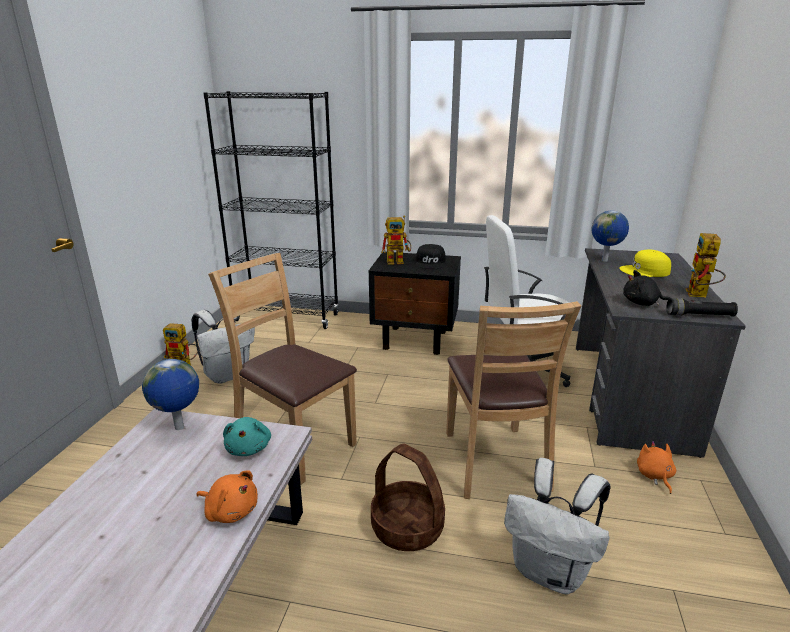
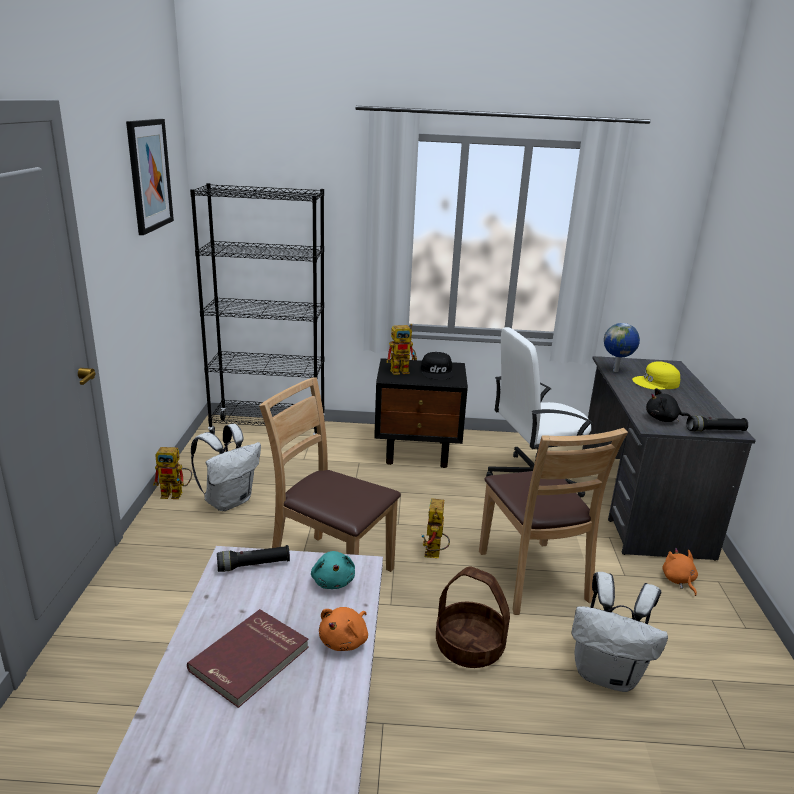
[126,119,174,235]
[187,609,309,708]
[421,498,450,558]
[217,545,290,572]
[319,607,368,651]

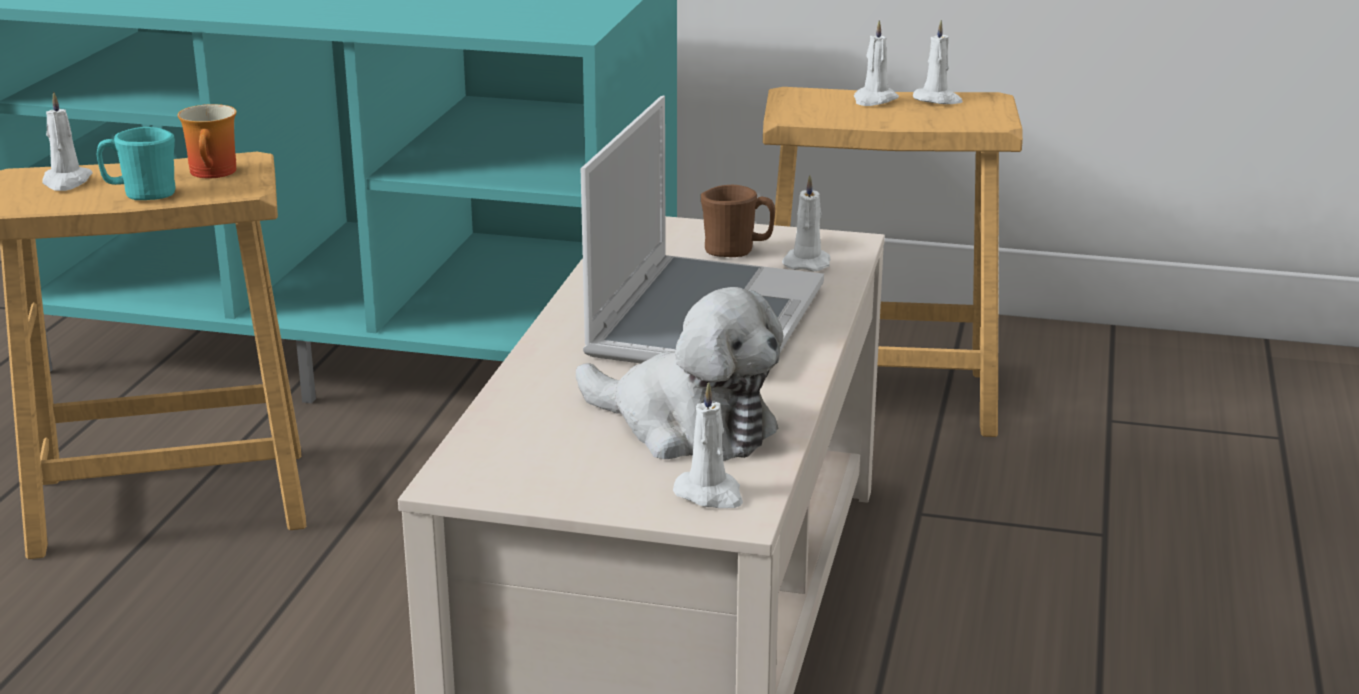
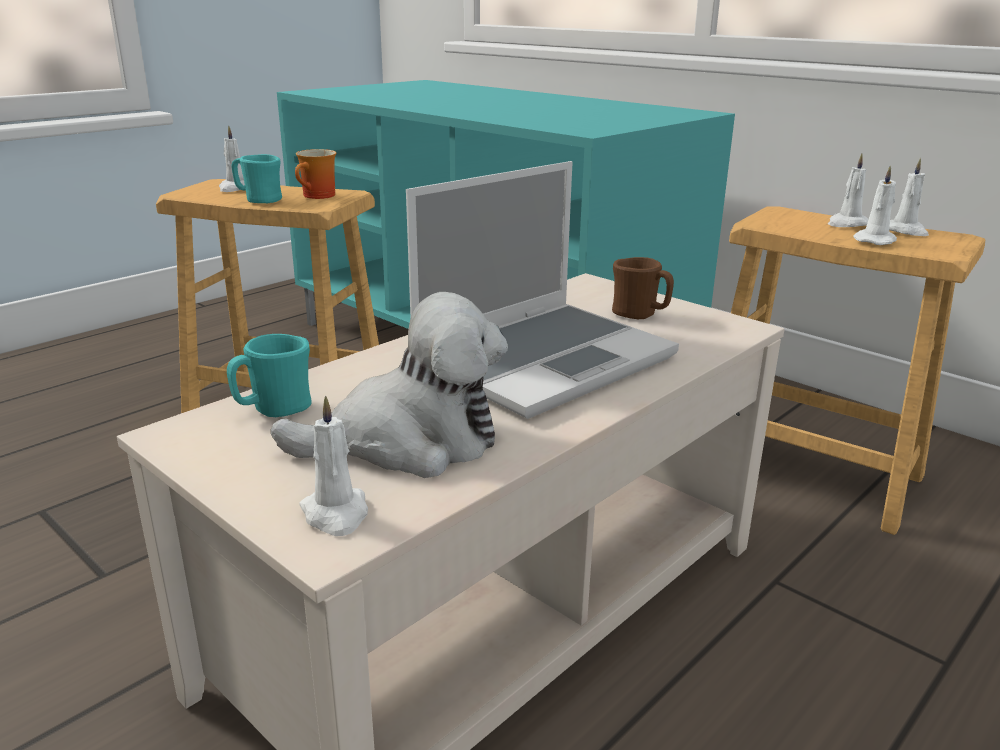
[227,334,312,417]
[854,165,897,245]
[270,292,508,478]

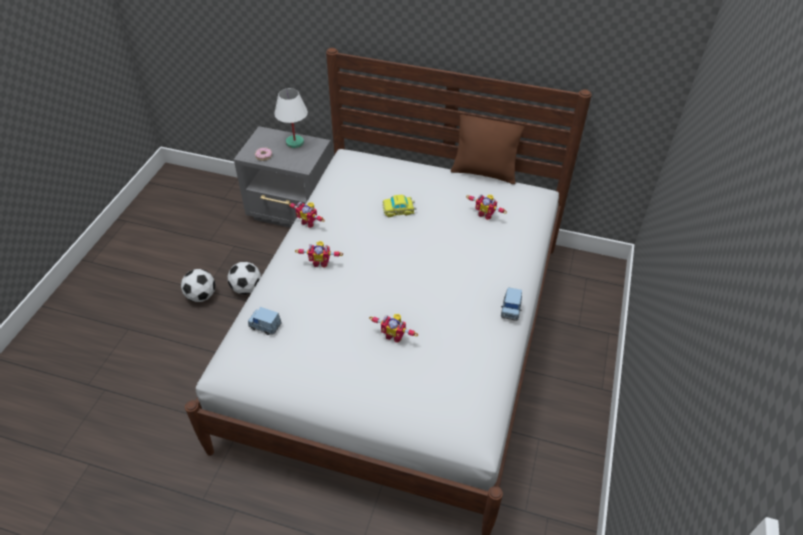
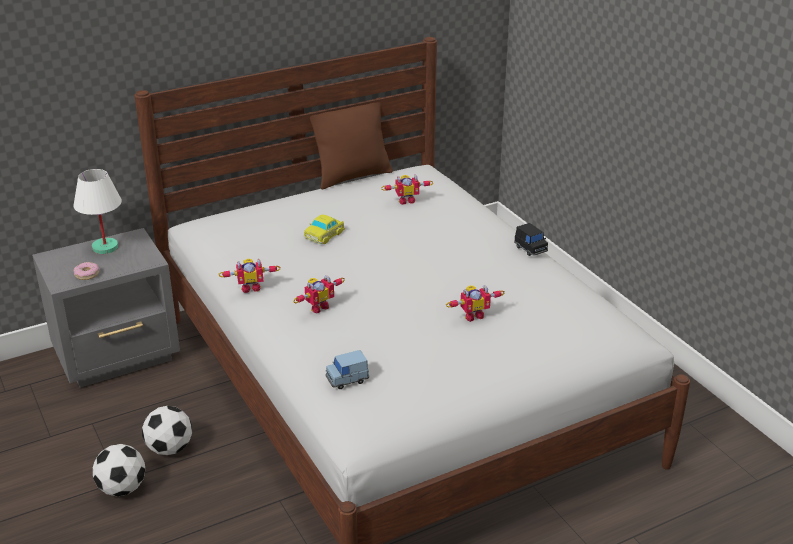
[514,223,548,256]

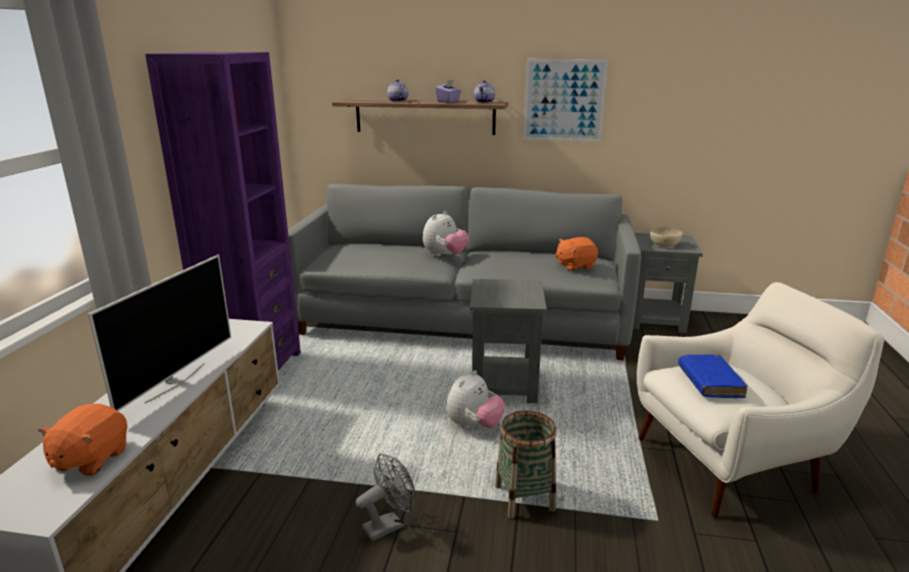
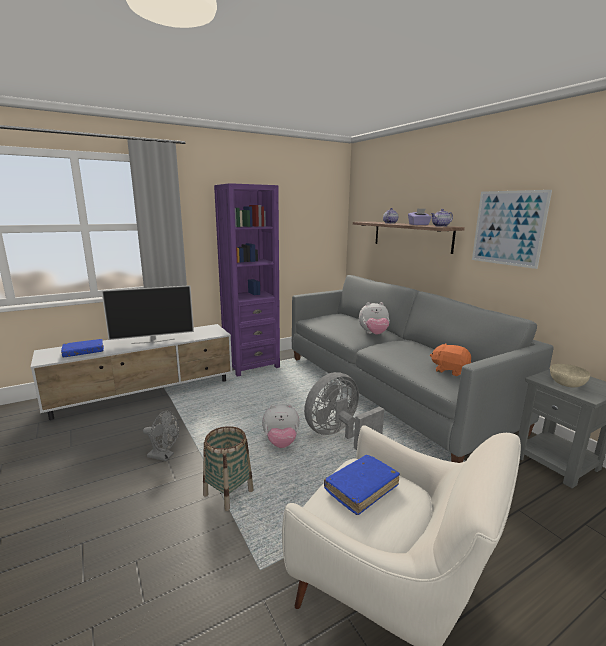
[61,339,104,357]
[304,372,384,450]

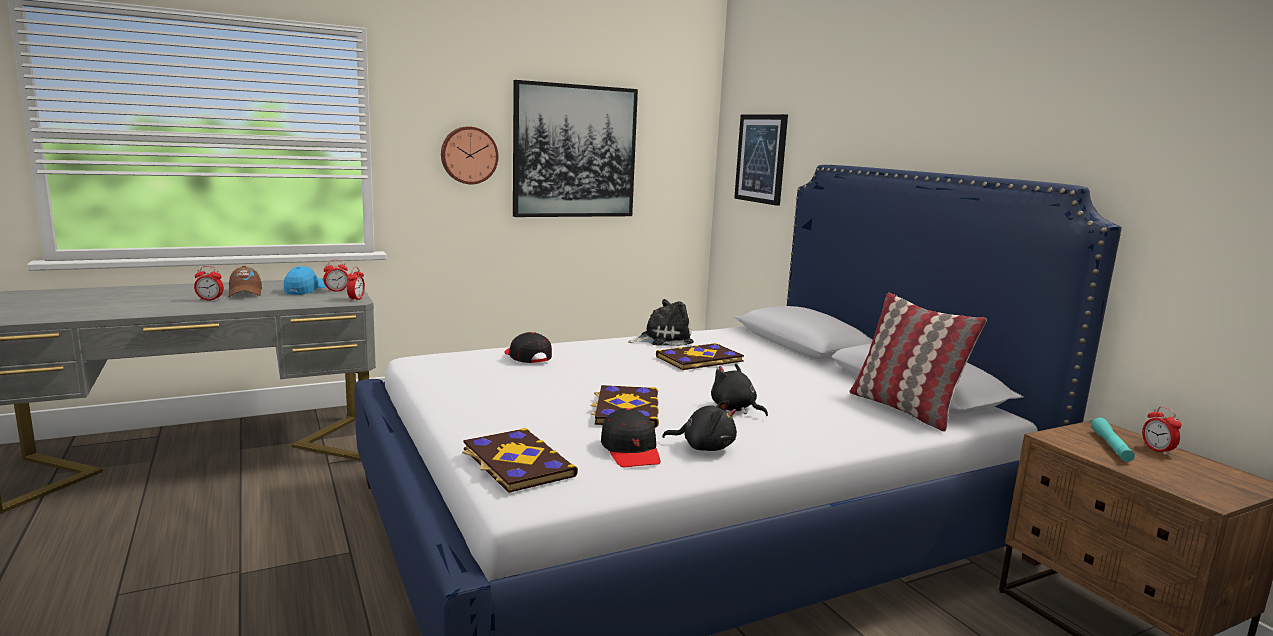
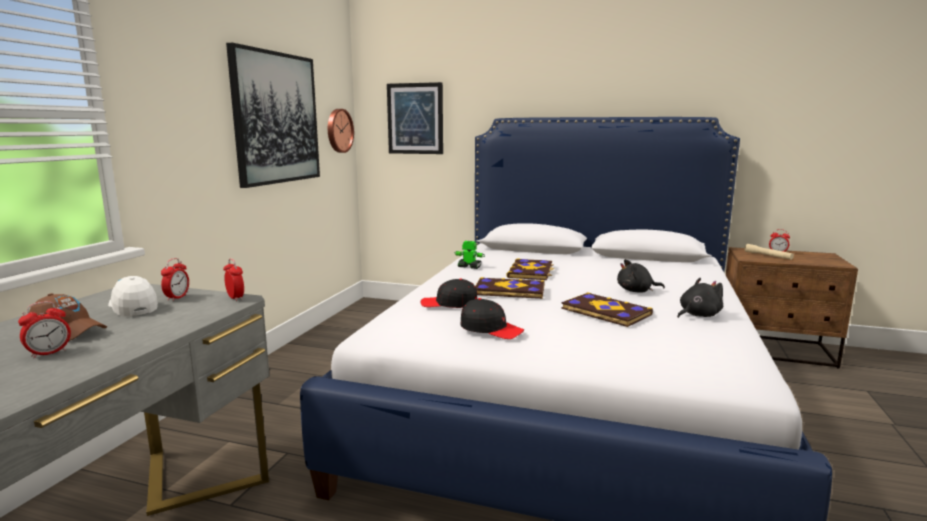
[849,293,987,432] (first image)
[328,109,354,153]
[475,277,545,299]
[460,298,524,339]
[454,241,485,269]
[108,276,158,317]
[745,244,794,260]

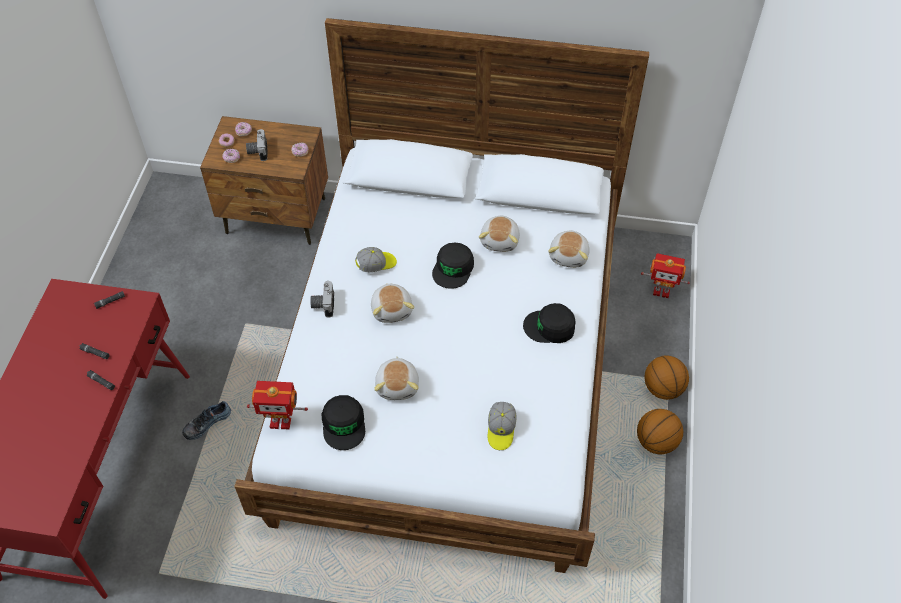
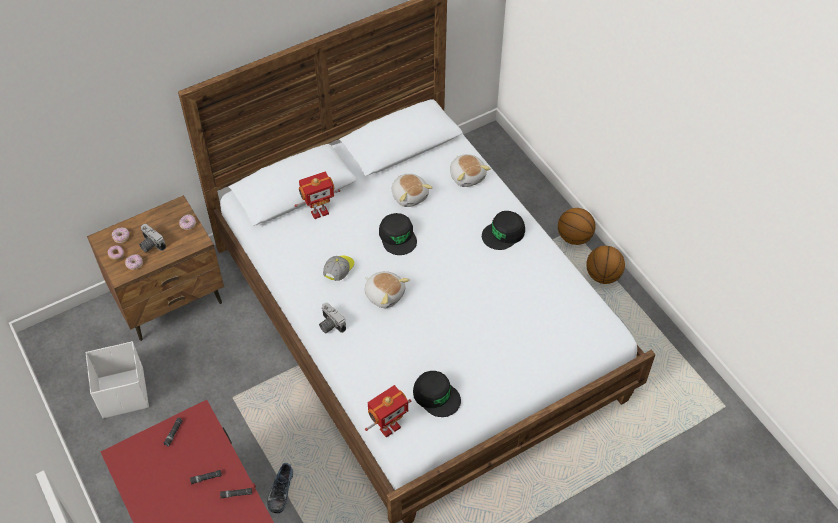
[374,356,419,400] (first image)
[488,402,516,450] (first image)
[86,341,149,418]
[294,171,341,219]

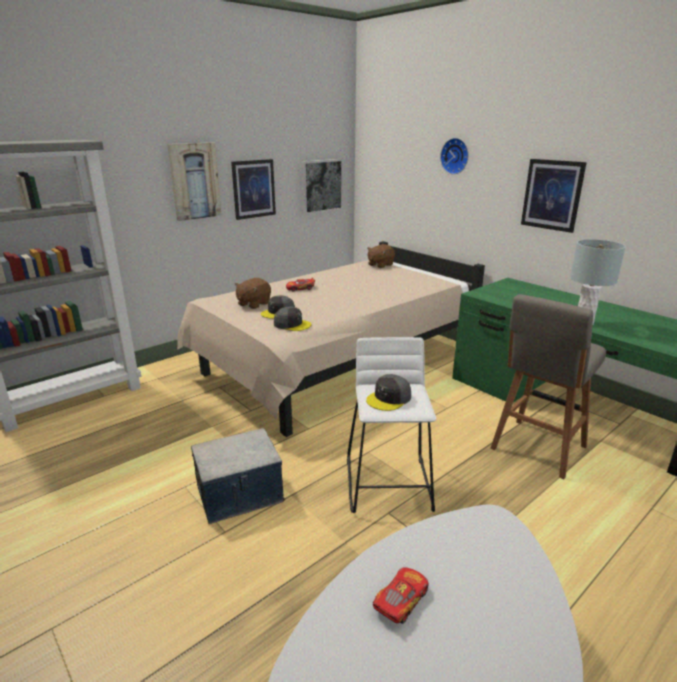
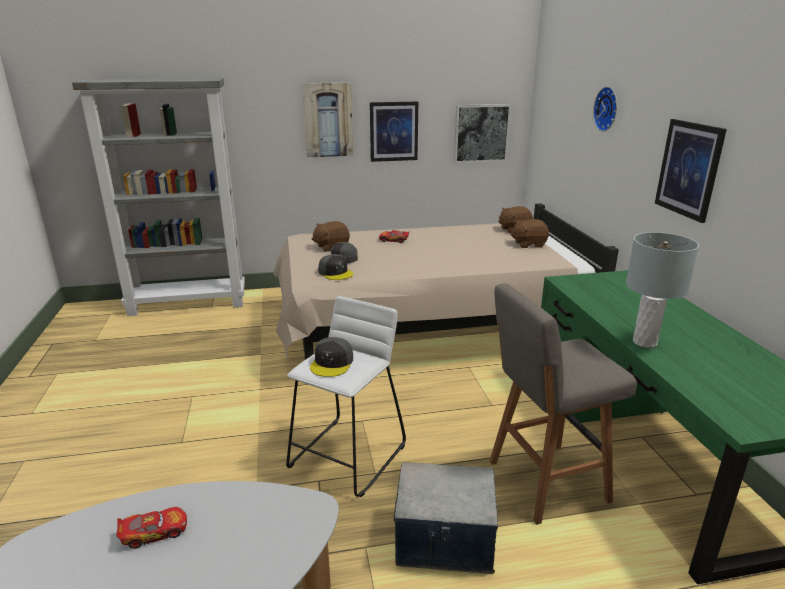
[510,219,549,248]
[394,462,498,574]
[310,337,353,377]

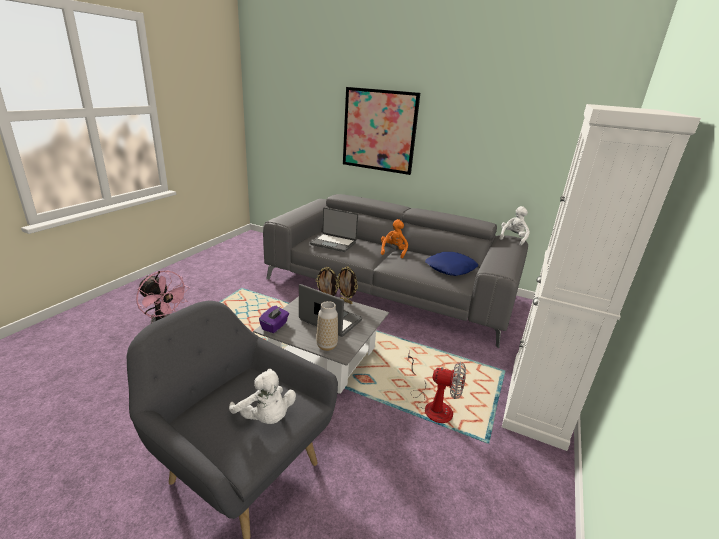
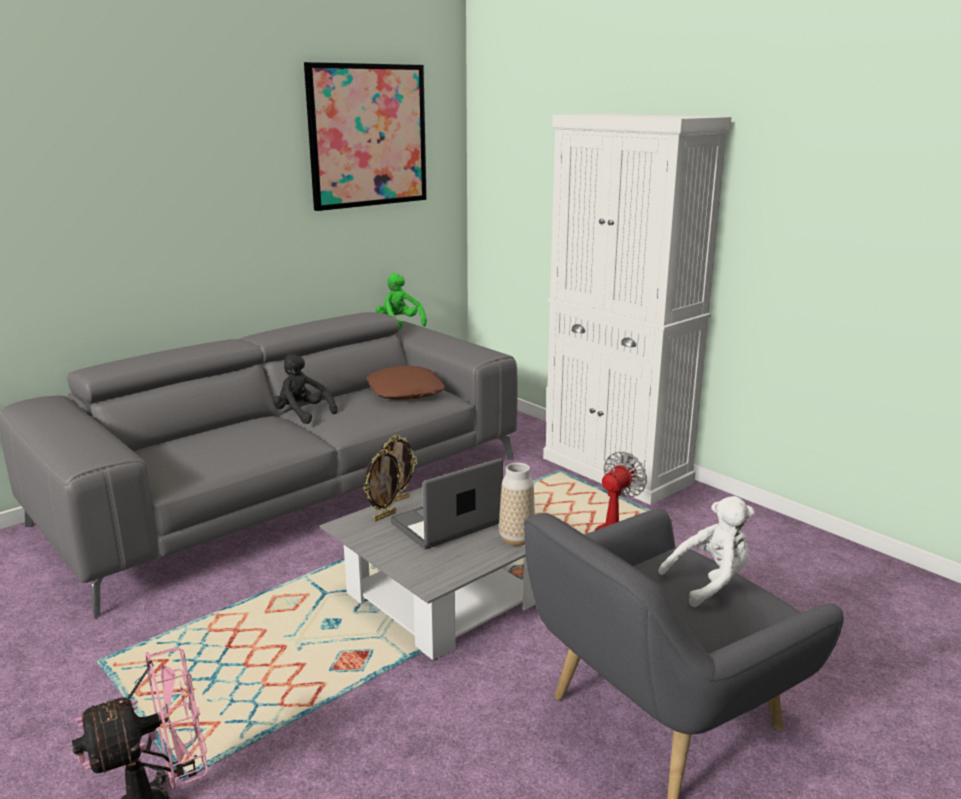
[259,306,289,333] (first image)
[310,207,358,252] (first image)
[304,62,427,211]
[273,354,337,424]
[366,366,445,400]
[376,273,427,330]

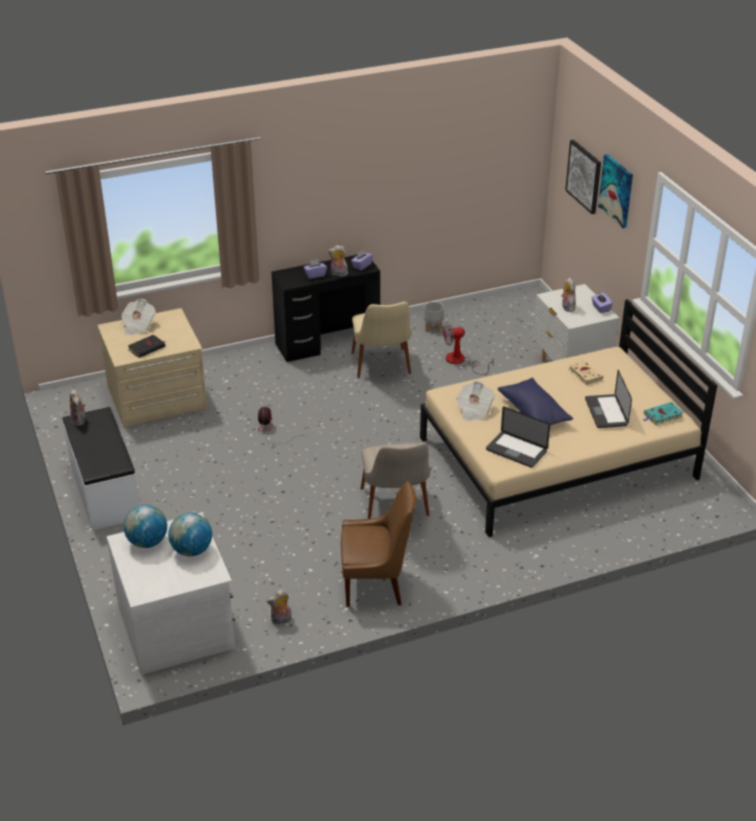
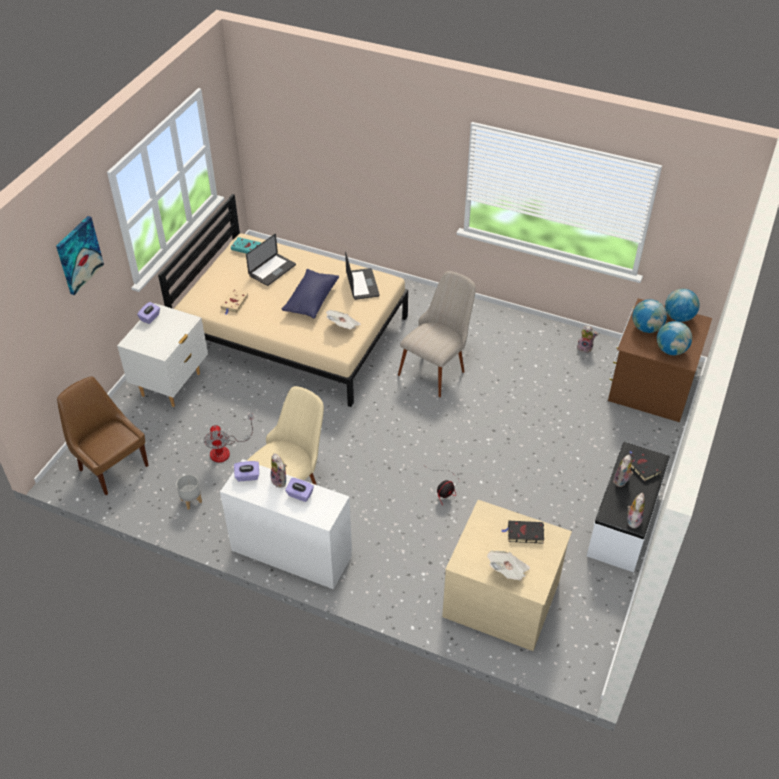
[565,140,601,214] (first image)
[629,449,662,482]
[665,289,700,322]
[57,376,149,495]
[613,455,633,487]
[608,298,712,422]
[220,459,352,589]
[204,414,254,463]

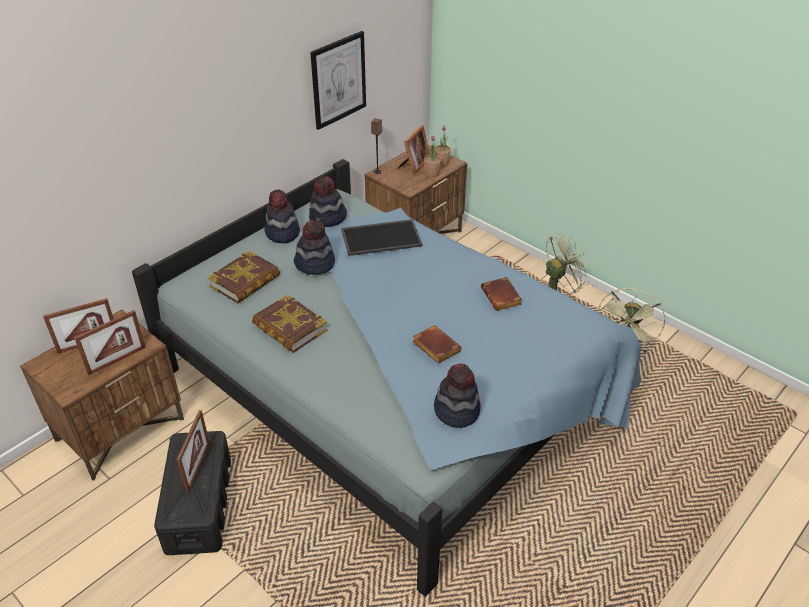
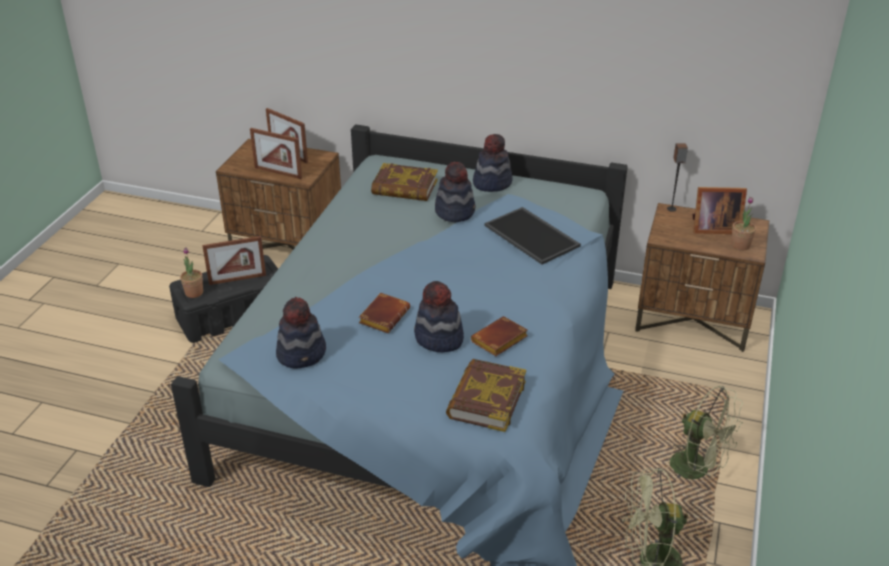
[310,31,366,130] (first image)
[446,359,526,432]
[414,281,464,352]
[180,247,203,298]

